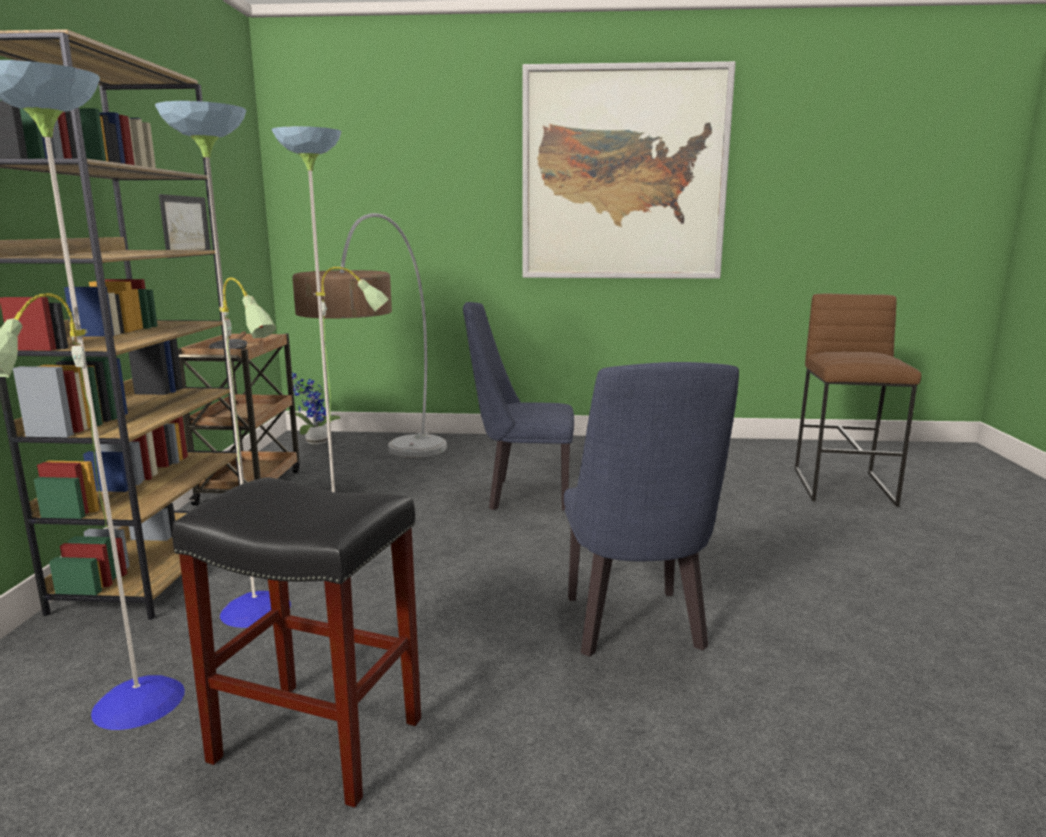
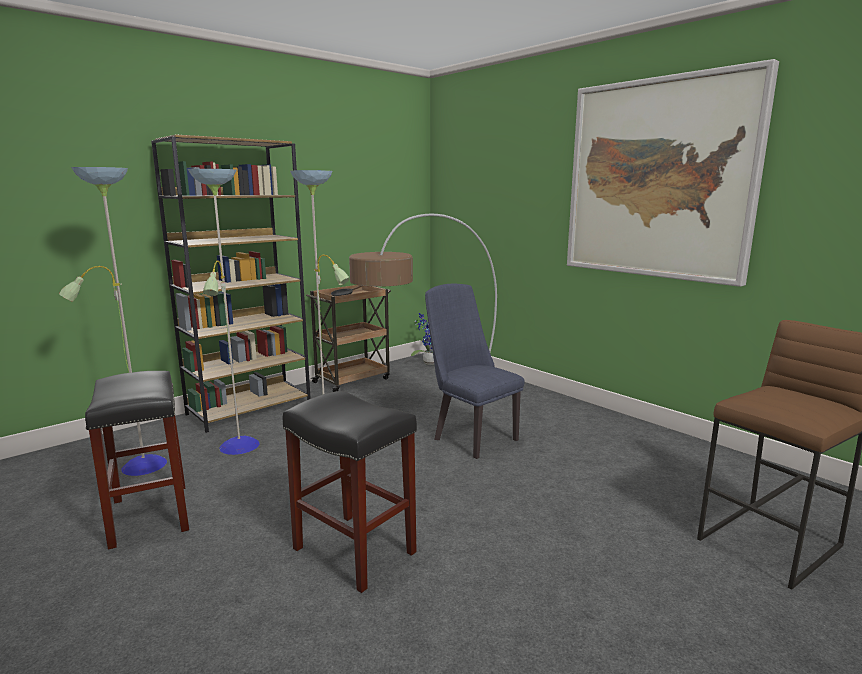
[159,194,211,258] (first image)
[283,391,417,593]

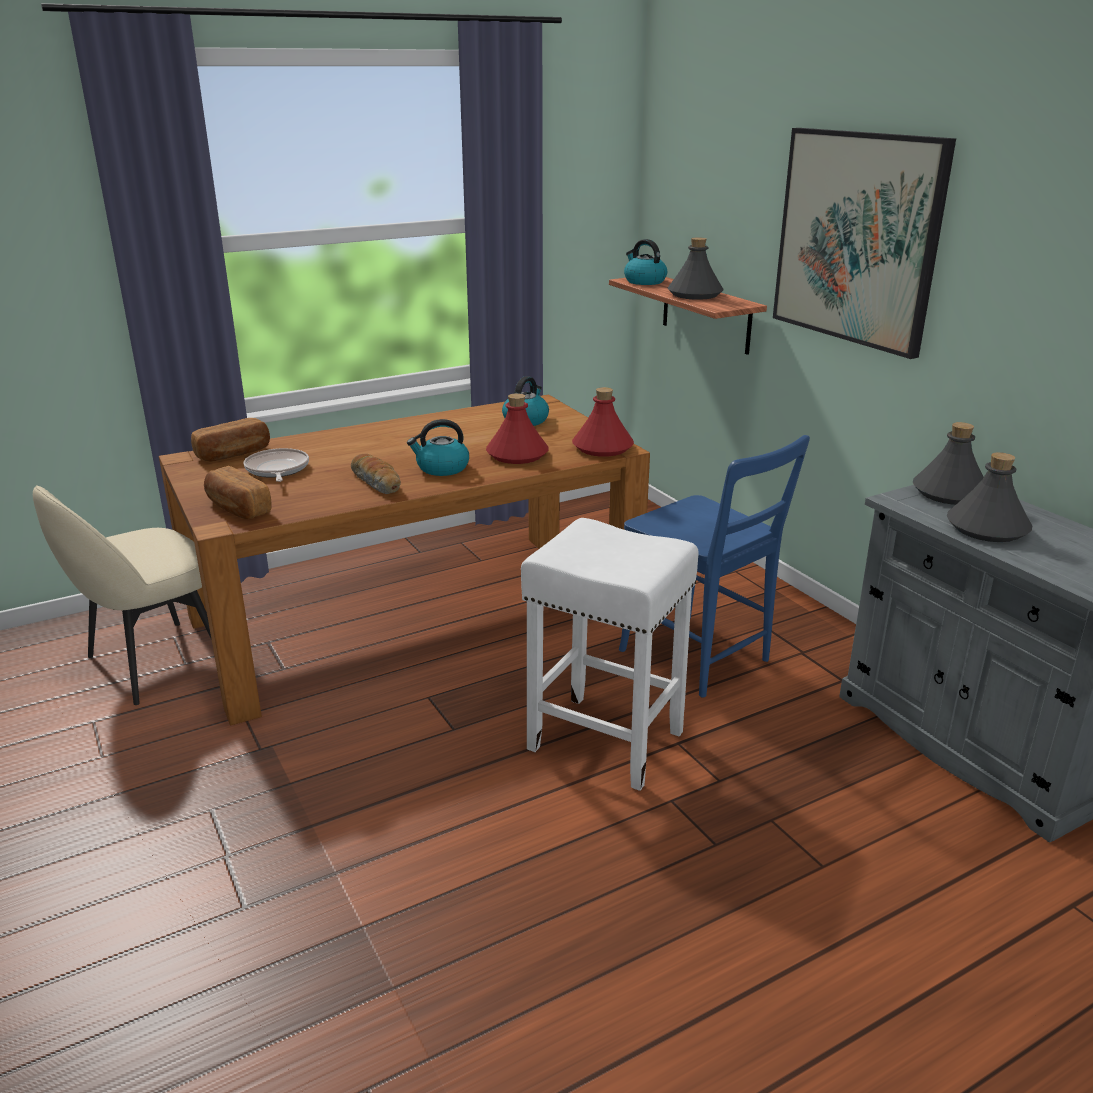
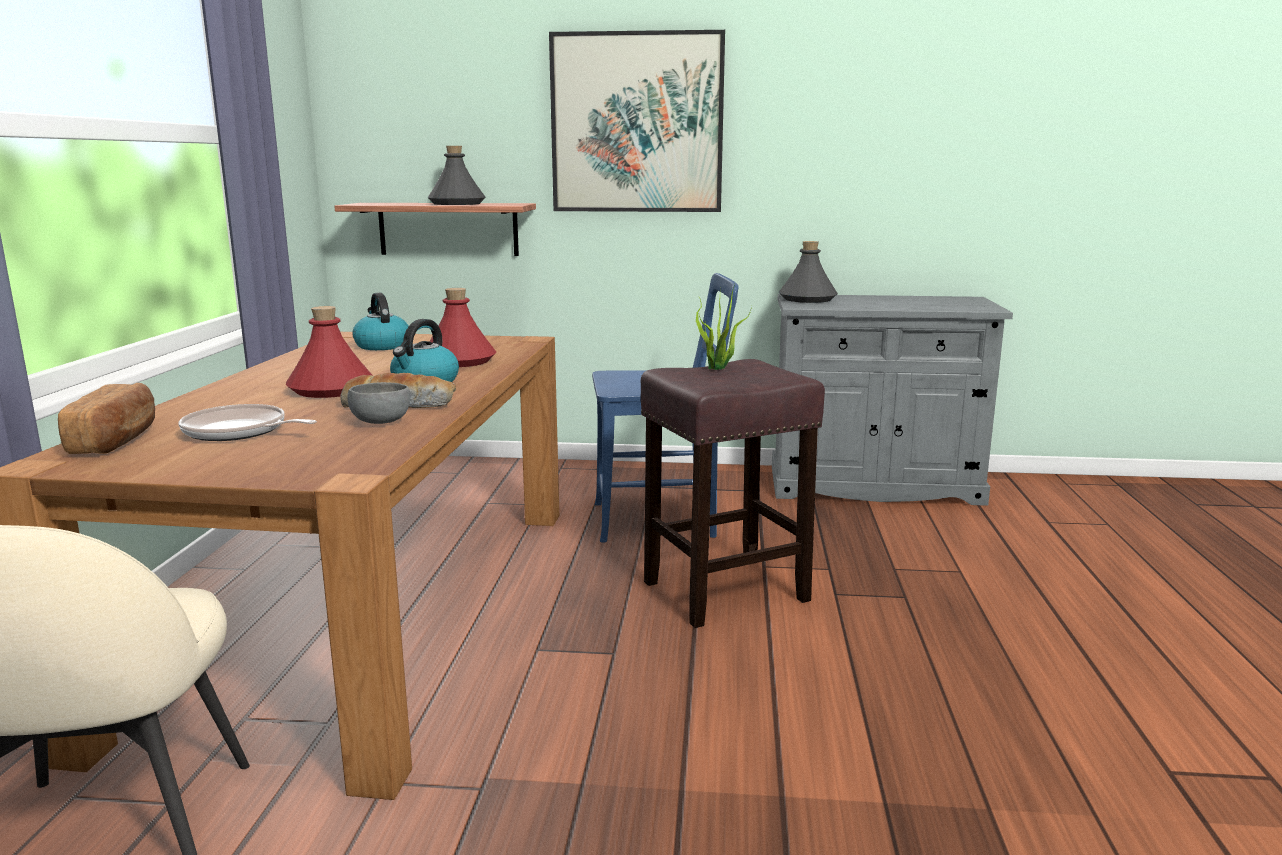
[204,466,272,519] (first image)
[624,239,667,285] (first image)
[947,452,1032,542] (first image)
[348,382,410,424]
[696,283,752,370]
[286,306,372,398]
[641,359,825,628]

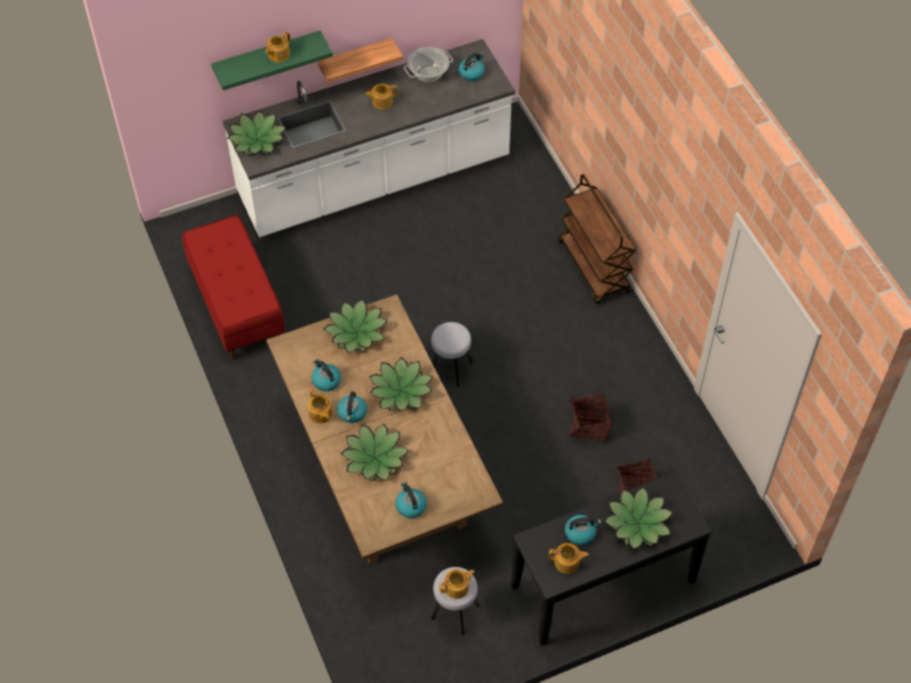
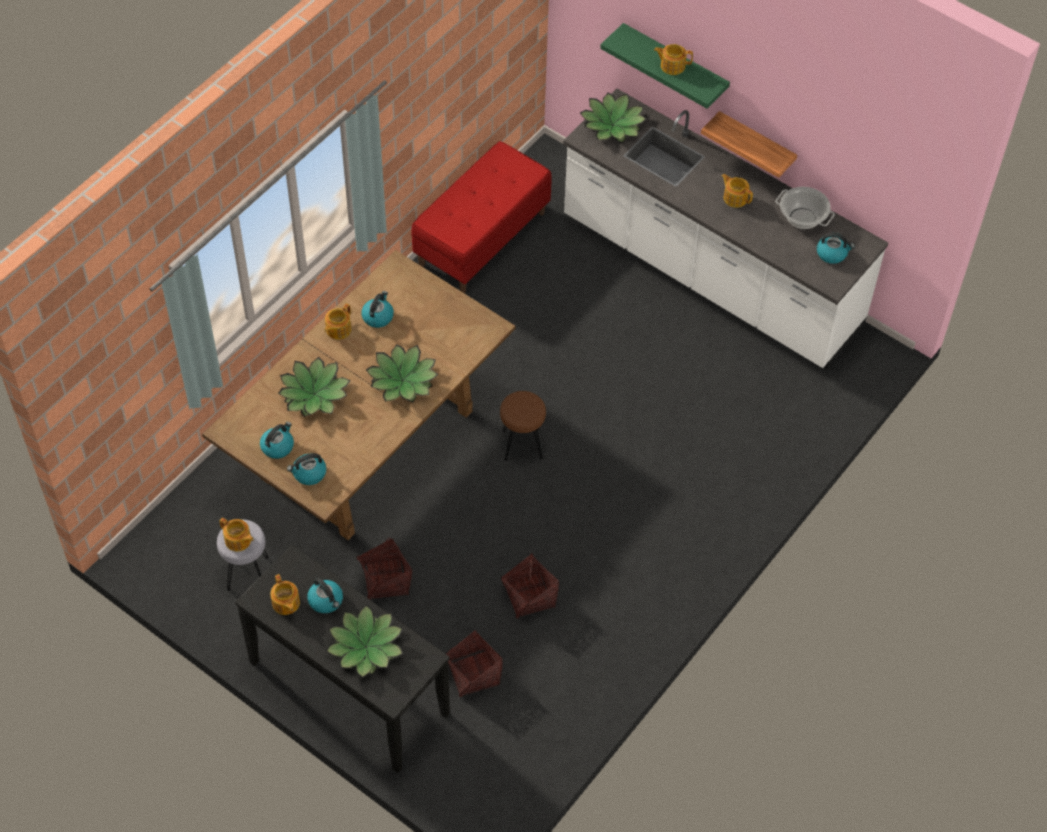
[324,299,388,353] (first image)
[558,174,637,304] (first image)
[356,538,412,599]
[287,453,327,485]
[500,391,546,461]

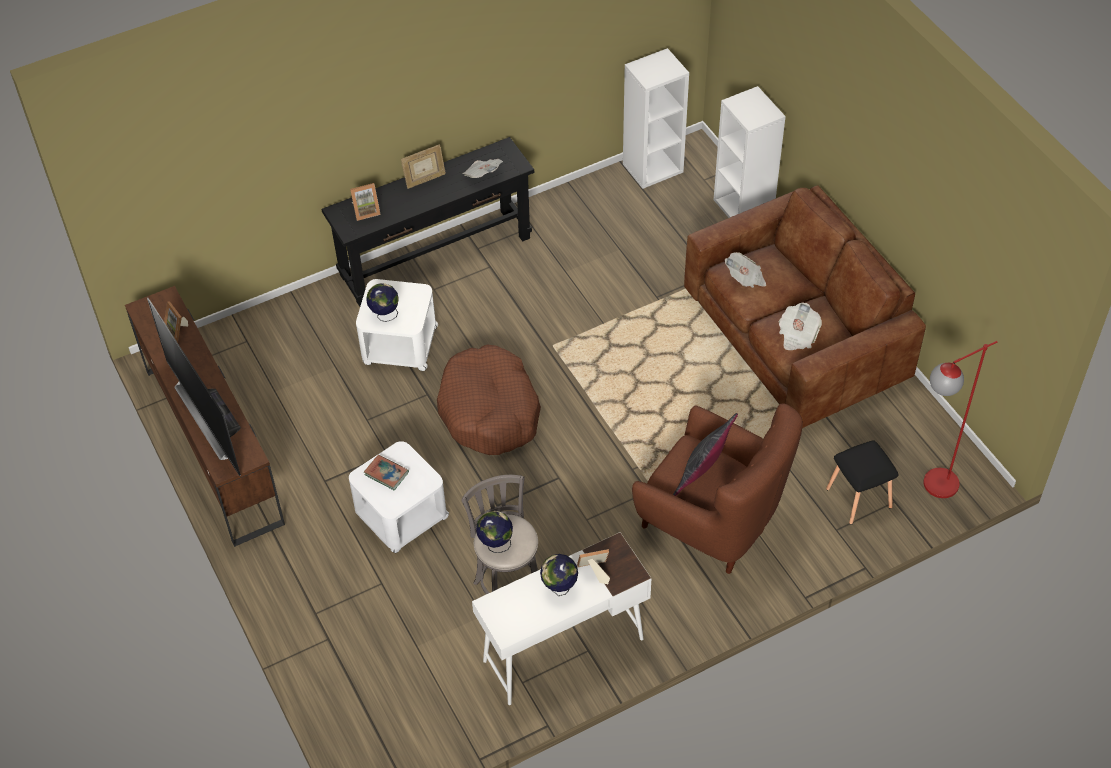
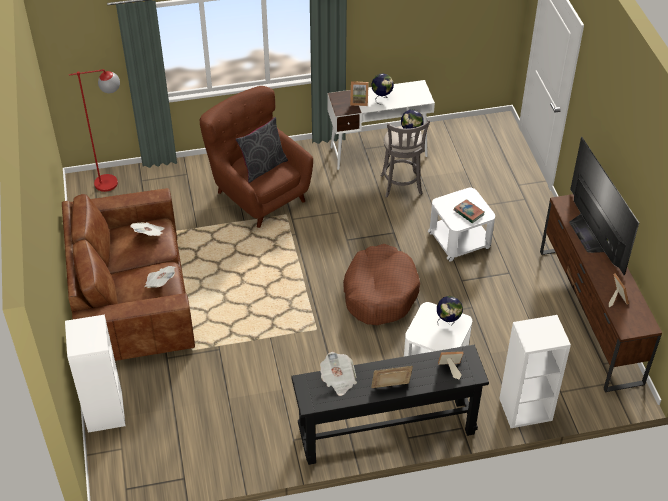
[826,440,899,525] (first image)
[499,315,571,428]

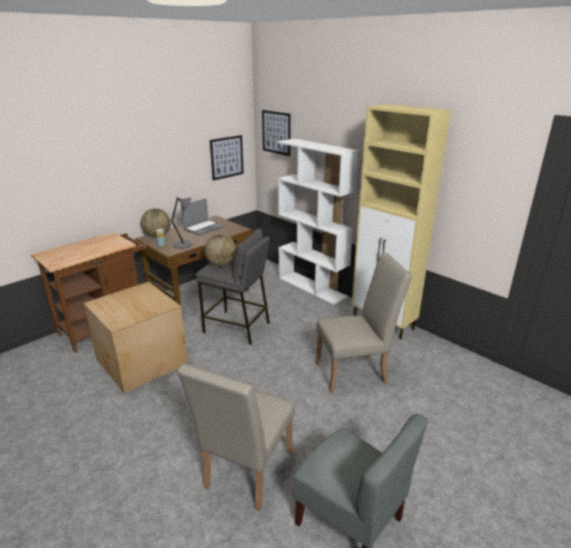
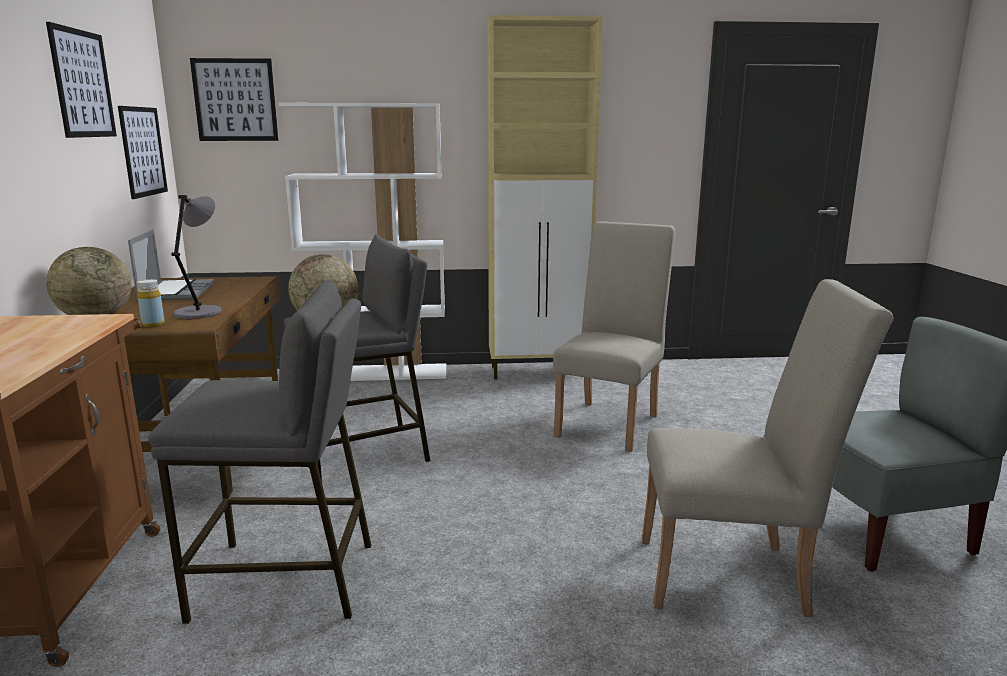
[46,22,117,138]
[148,279,371,624]
[642,279,893,617]

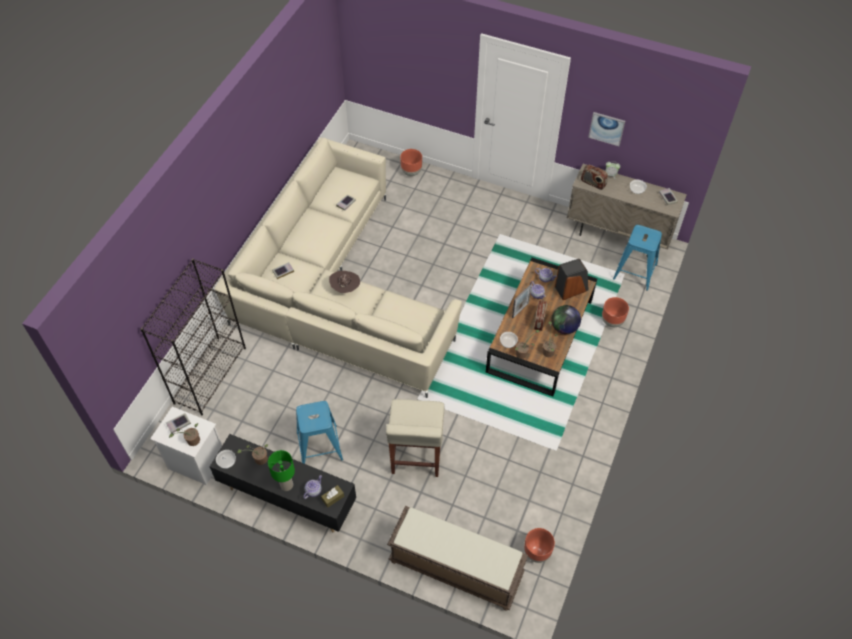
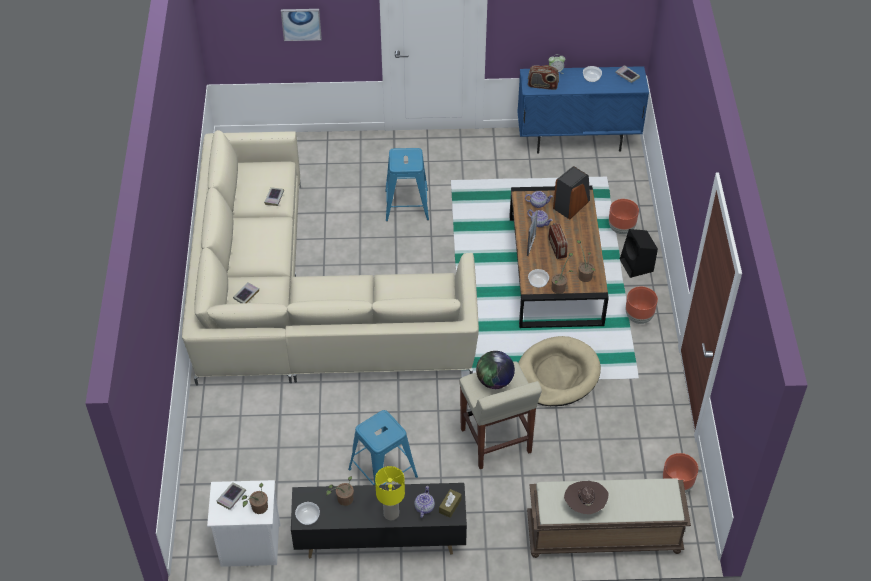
[140,259,246,415] (first image)
[518,336,601,406]
[620,229,658,278]
[564,481,608,514]
[626,286,658,324]
[476,351,515,389]
[281,9,322,41]
[385,148,429,221]
[375,466,405,520]
[517,66,649,154]

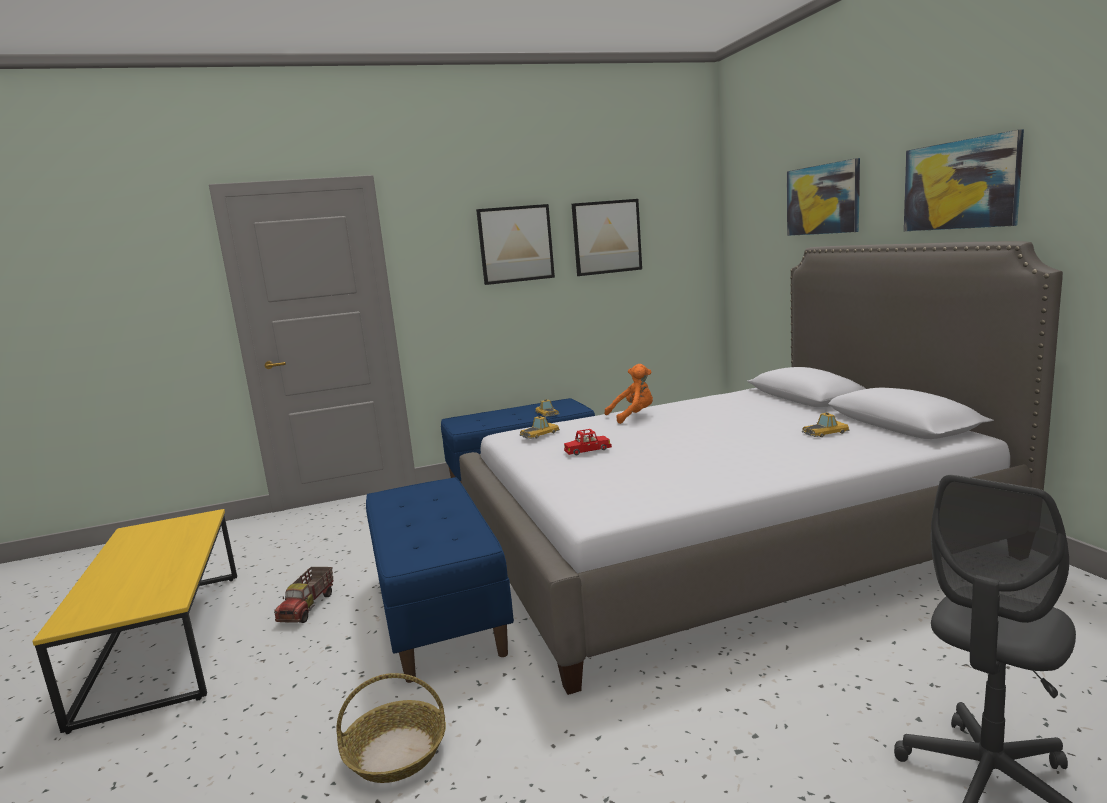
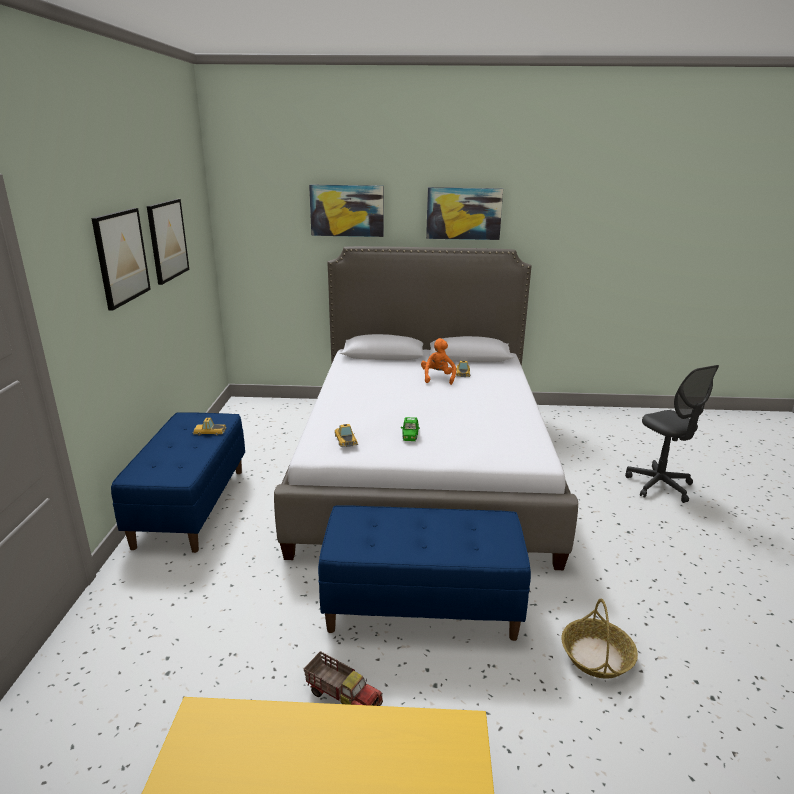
[421,338,456,385]
[401,417,420,441]

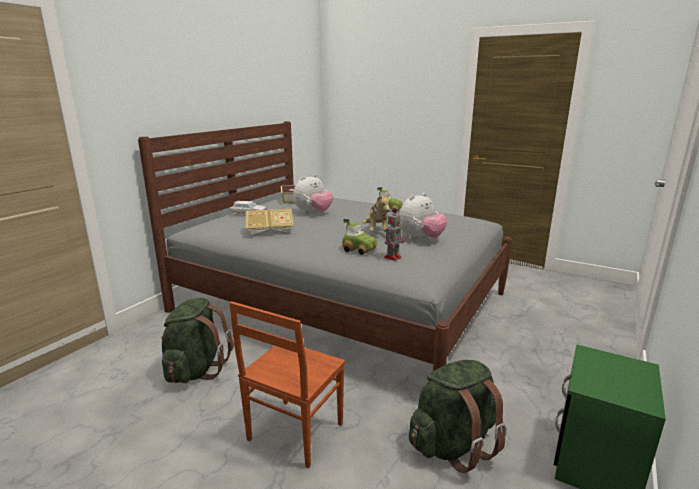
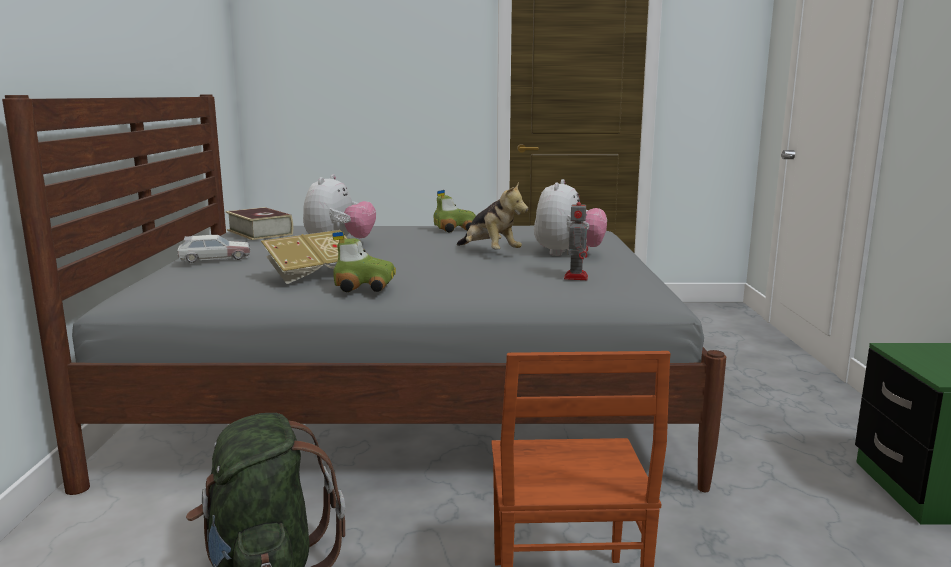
[409,360,507,473] (first image)
[332,232,396,292]

